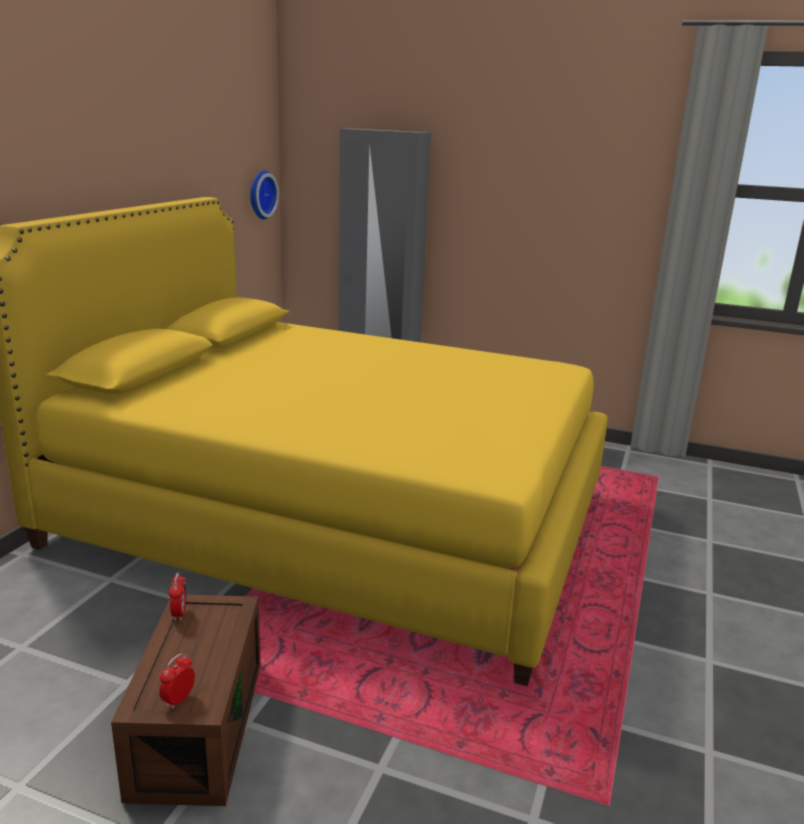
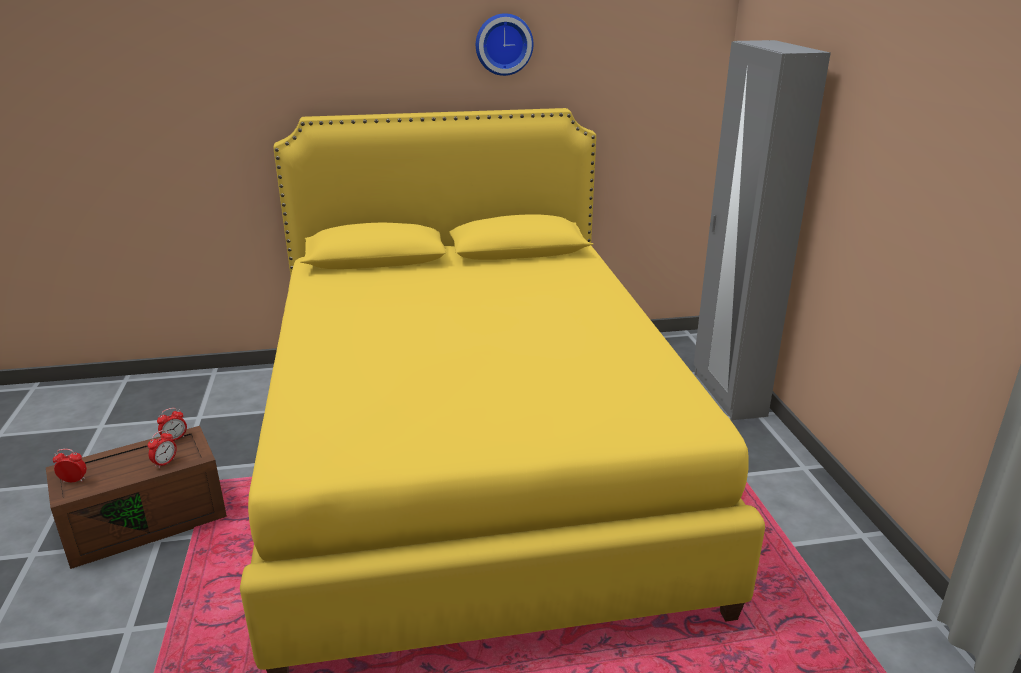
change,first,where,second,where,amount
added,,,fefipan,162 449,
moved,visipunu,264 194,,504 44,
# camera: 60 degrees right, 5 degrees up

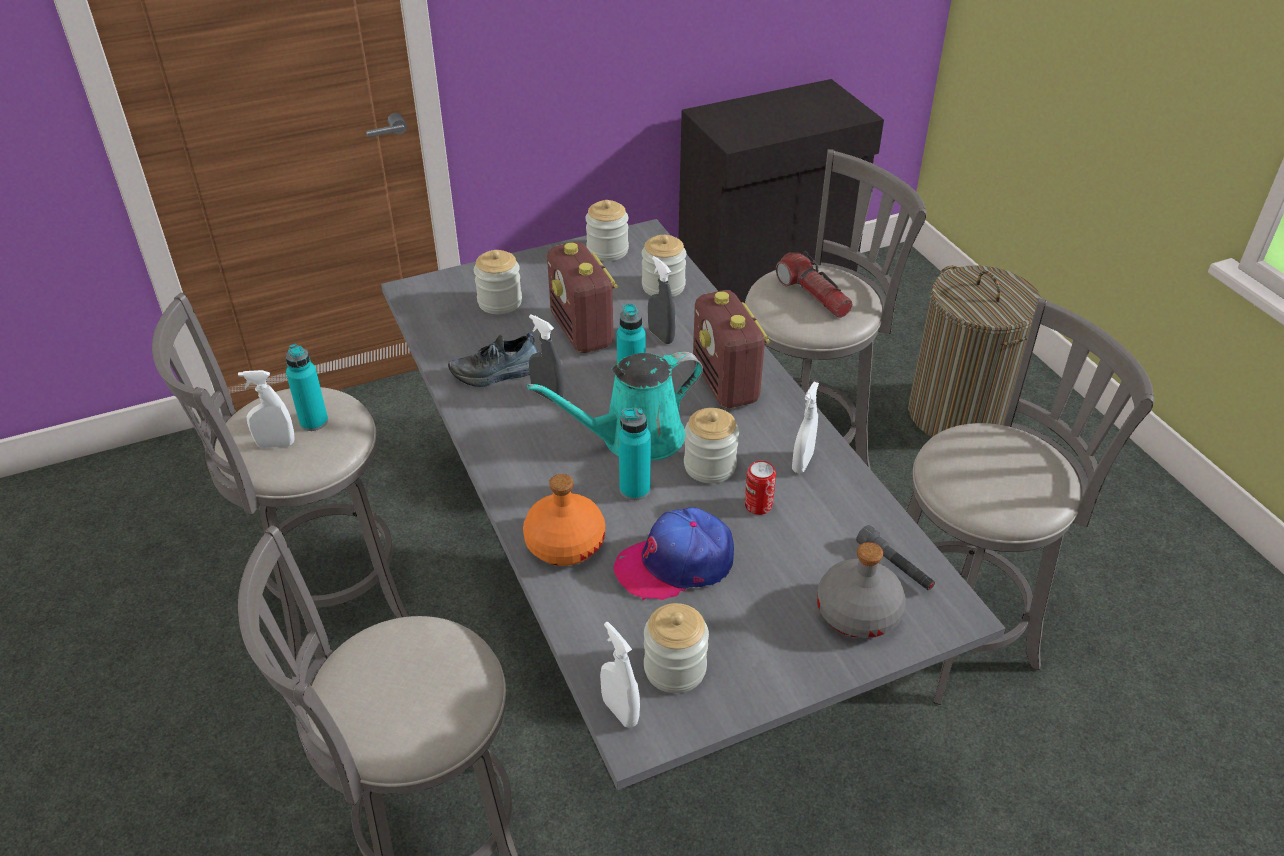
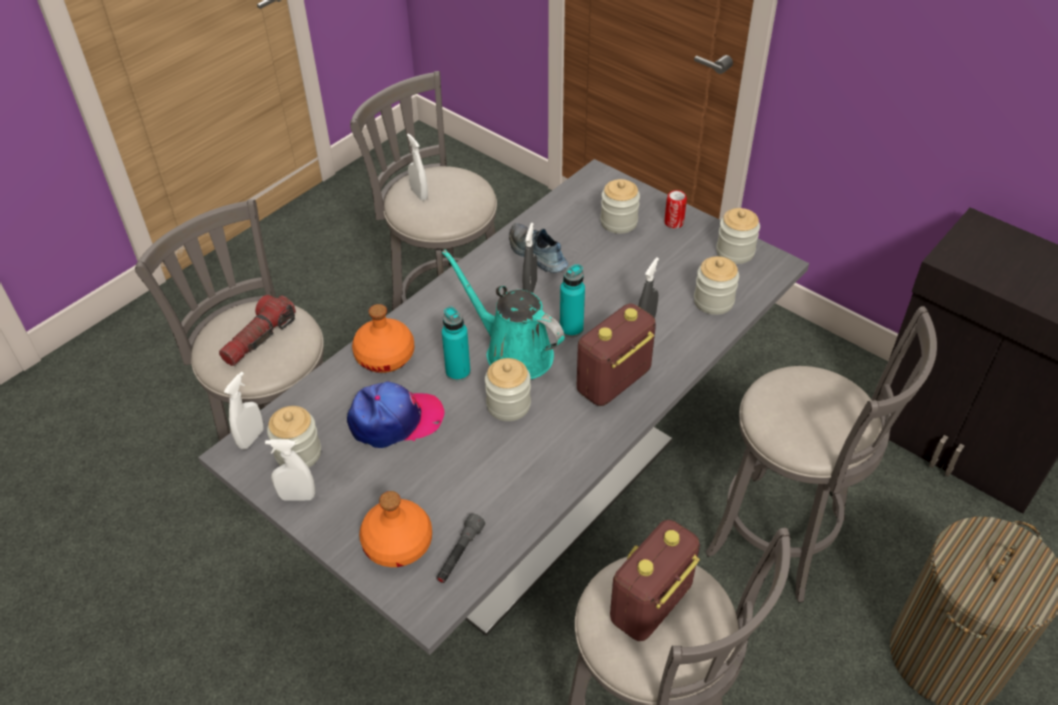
change,first,where,second,where,amount
removed,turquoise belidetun,306 387,,,
moved,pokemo,582 297,,655 580,
moved,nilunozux,760 488,,675 209,
moved,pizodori,814 284,,257 330,
moved,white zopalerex,805 427,,290 470,
recoloured,grey belidetun,861 590,orange belidetun,395 529,
turned,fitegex,673 553,,395 414,120 degrees clockwise
# camera: 65 degrees right, 5 degrees up

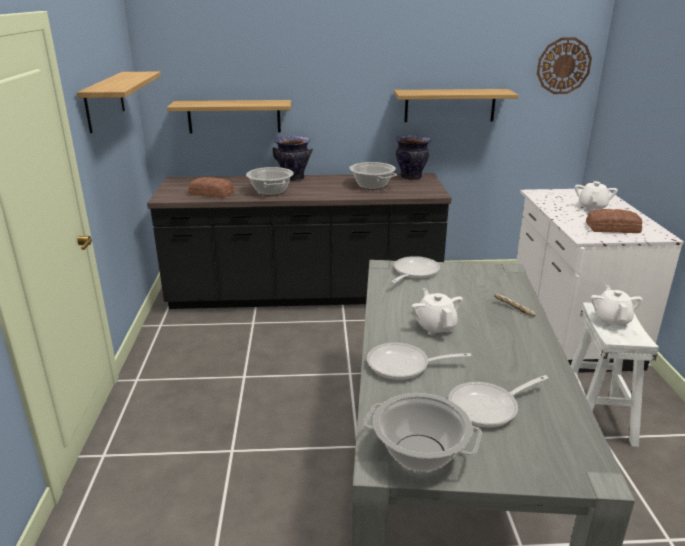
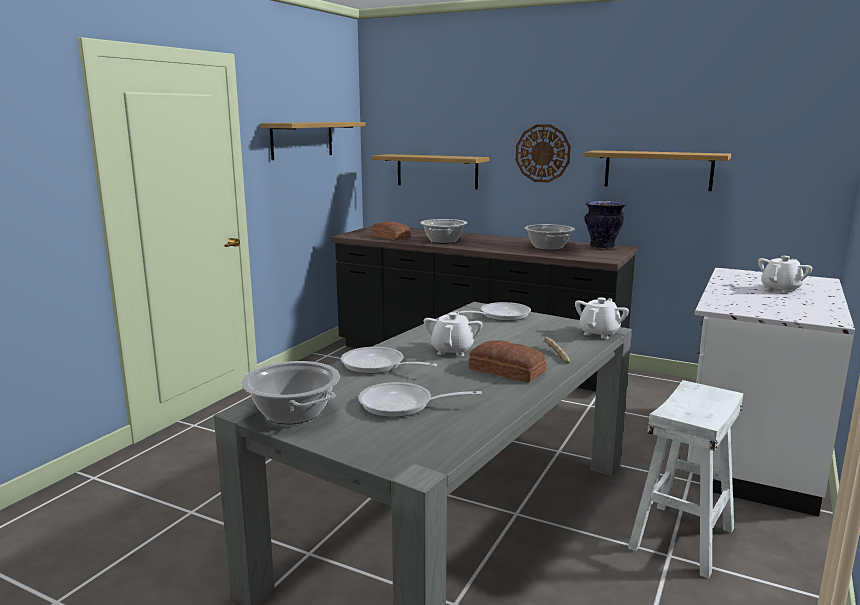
change,first,where,second,where,amount
removed,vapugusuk,292 158,,,
moved,visipunu,564 66,,543 153,
moved,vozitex,614 221,,507 361,
moved,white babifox,617 306,,602 318,
# camera: 30 degrees right, 10 degrees down

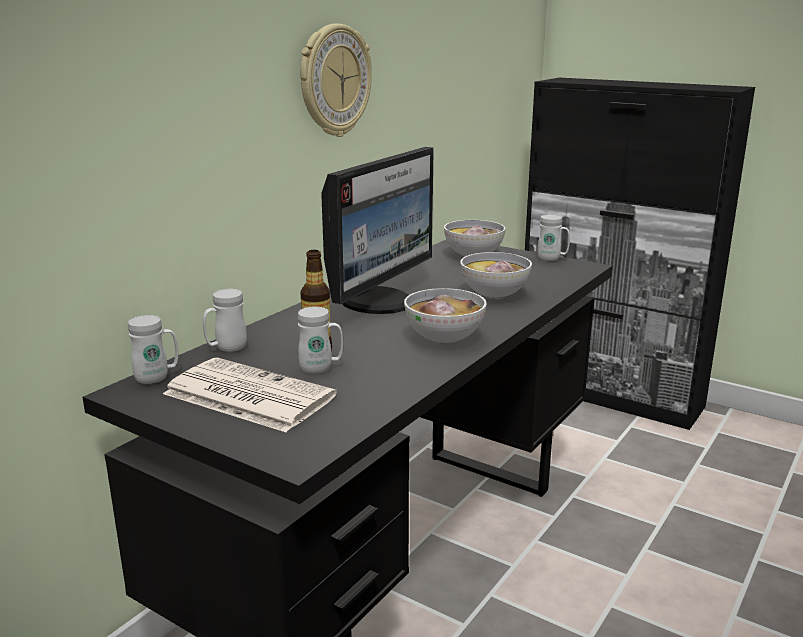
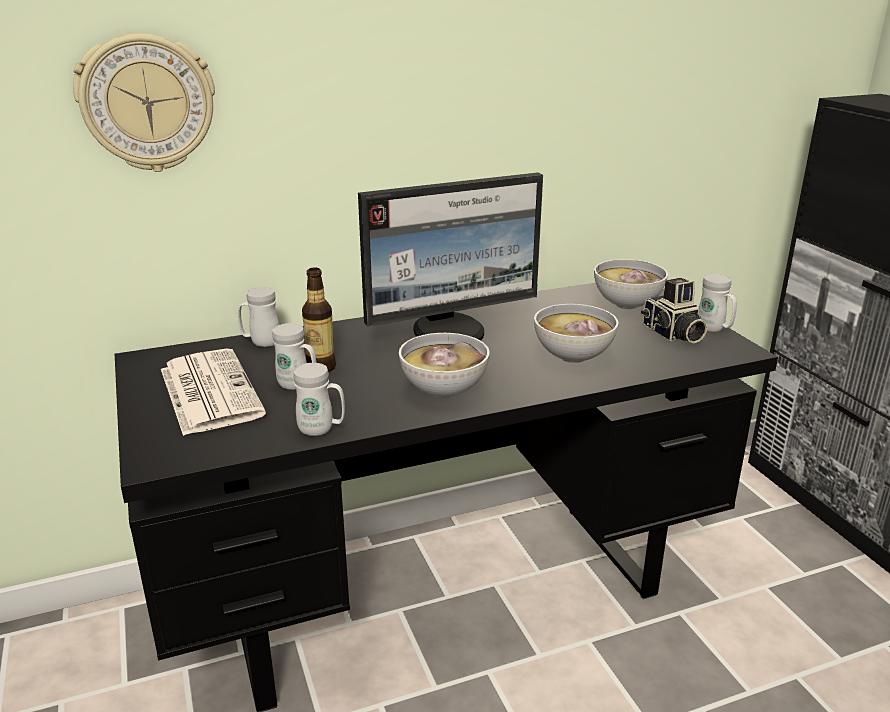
change,first,where,second,where,amount
added,,,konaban,674 311,
moved,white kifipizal,153 349,,319 399,
moved,visipunu,336 80,,144 102,
# camera: 35 degrees right, 5 degrees up

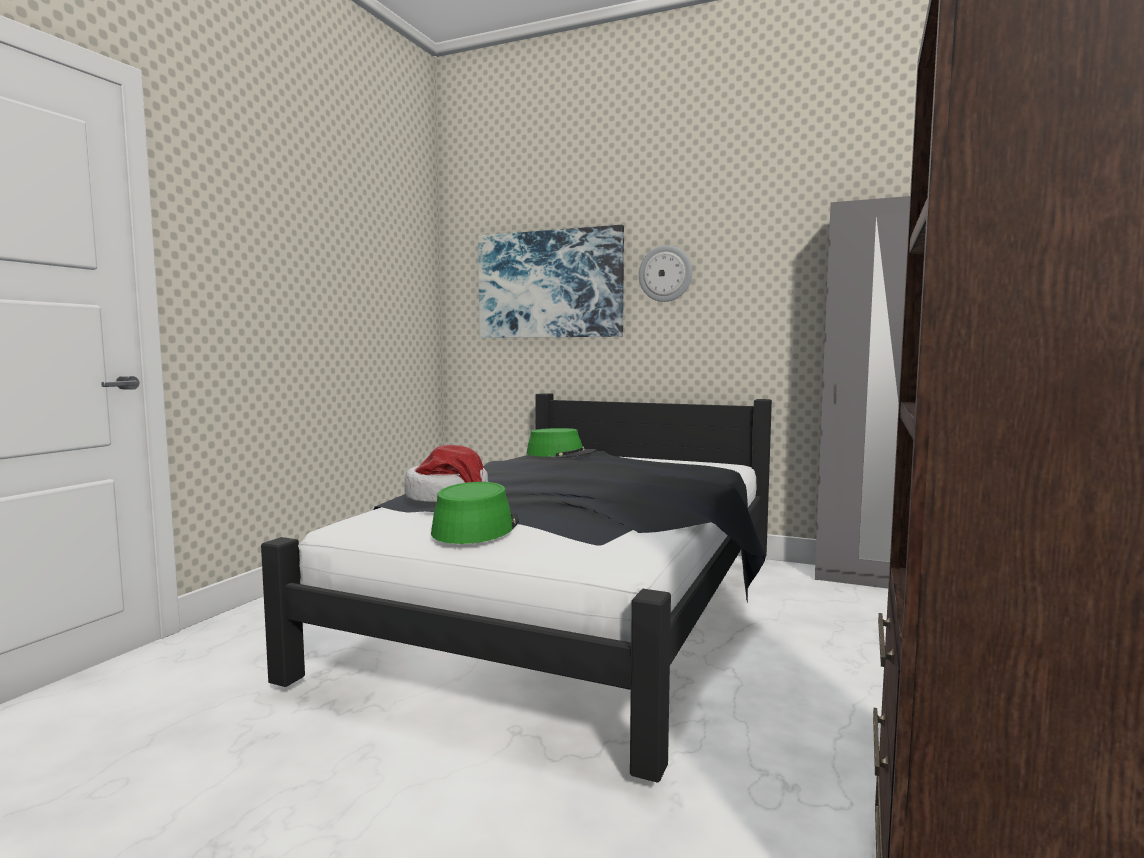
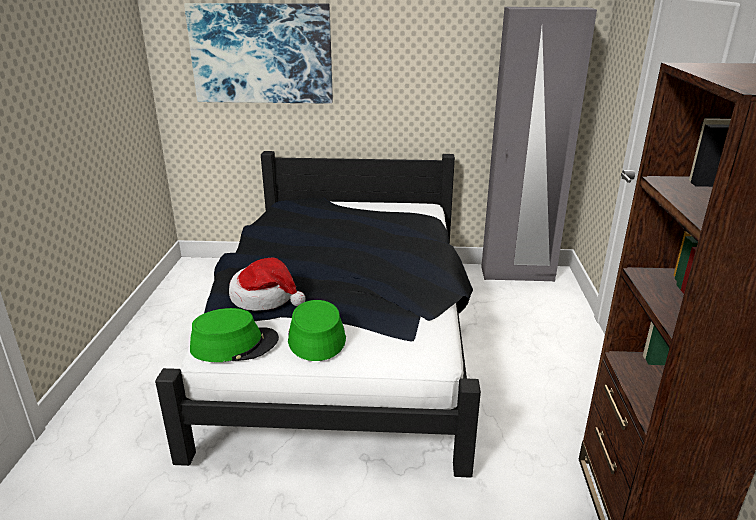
change,first,where,second,where,amount
removed,visipunu,665 273,,,
moved,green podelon,561 443,,234 335,
# camera: 20 degrees left, 20 degrees up

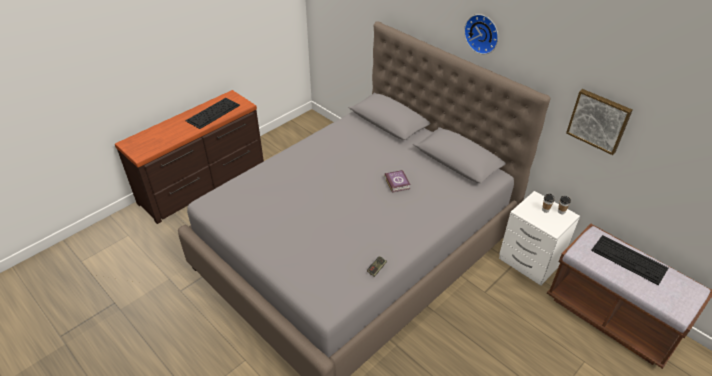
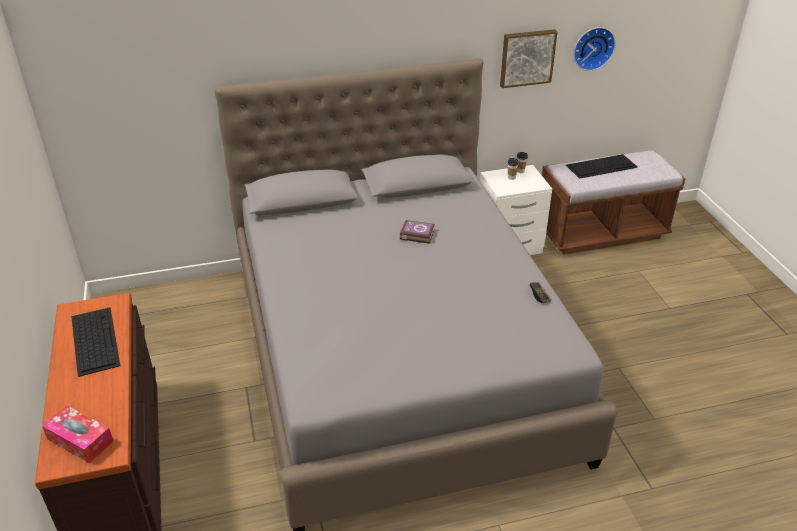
change,first,where,second,where,amount
added,,,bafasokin,78 434,
moved,visipunu,481 34,,595 49,
# camera: 60 degrees left, 5 degrees down

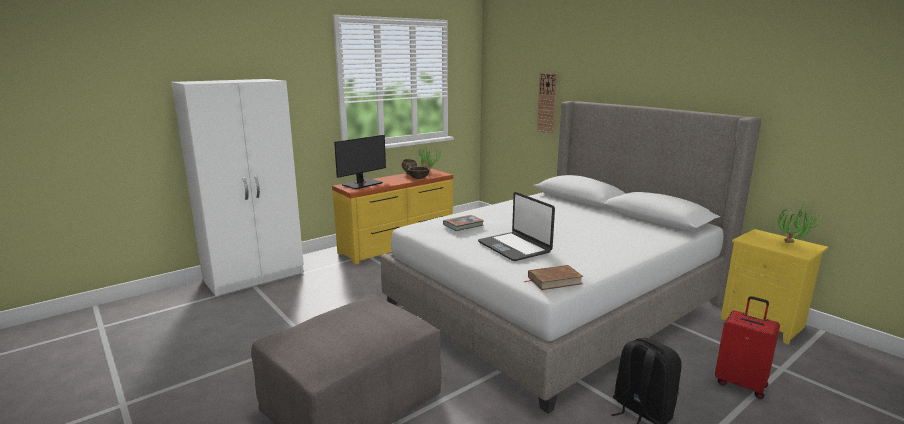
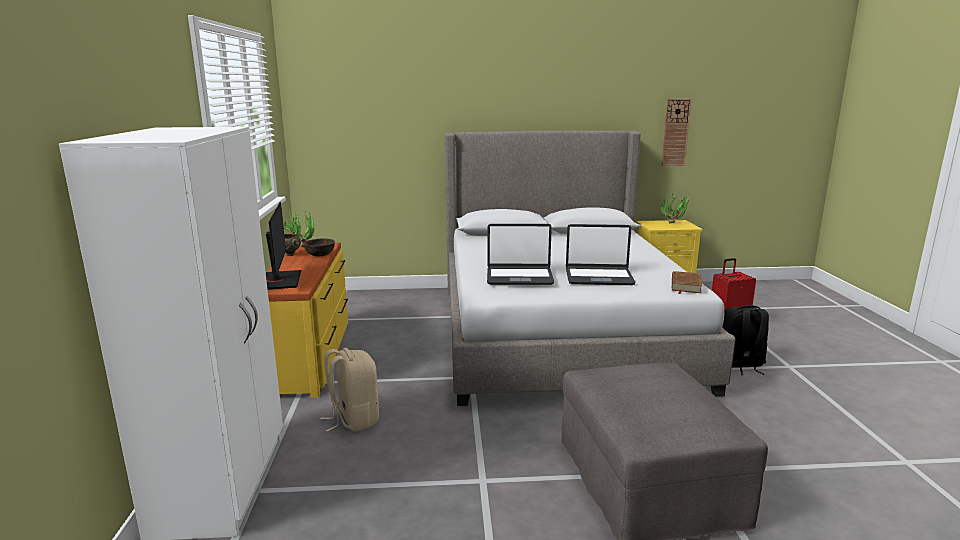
change,first,where,second,where,amount
added,,,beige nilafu,349 390,
moved,visipunu,547 103,,676 132,
replaced,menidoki,463 223,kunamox,520 254,
# camera: 55 degrees left, 0 degrees up

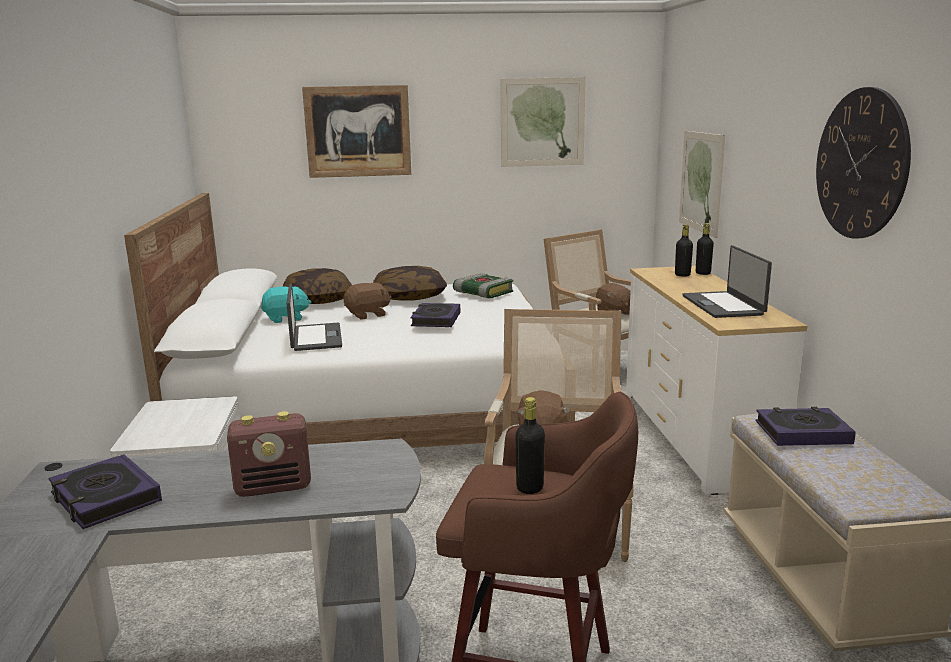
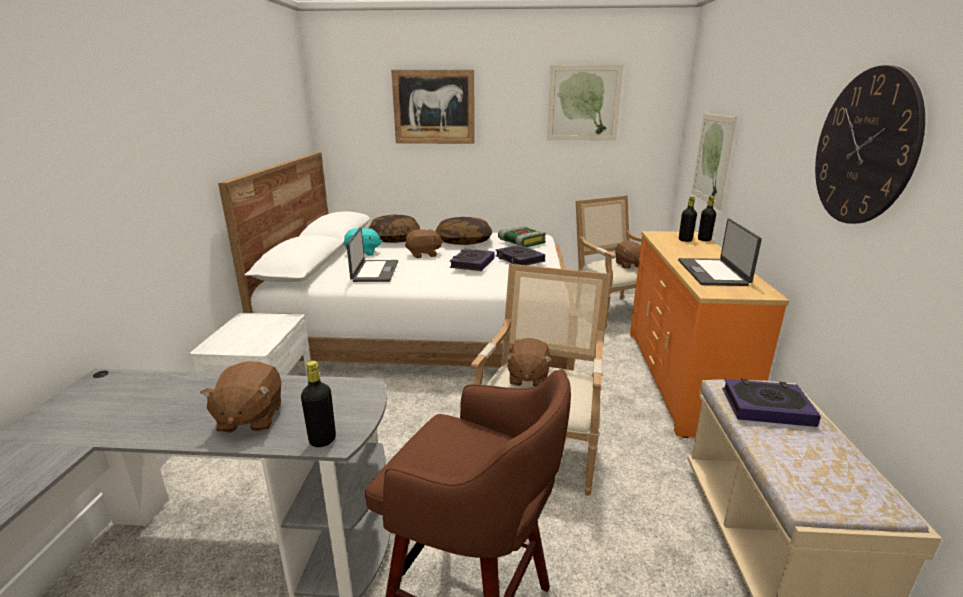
change,first,where,second,where,amount
moved,menidoki,105 491,,520 255,
moved,black belidetun,530 445,,318 404,
replaced,pokemo,269 454,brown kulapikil,240 397,
recoloured,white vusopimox,716 380,orange vusopimox,709 334,
# camera: 10 degrees right, 5 degrees up

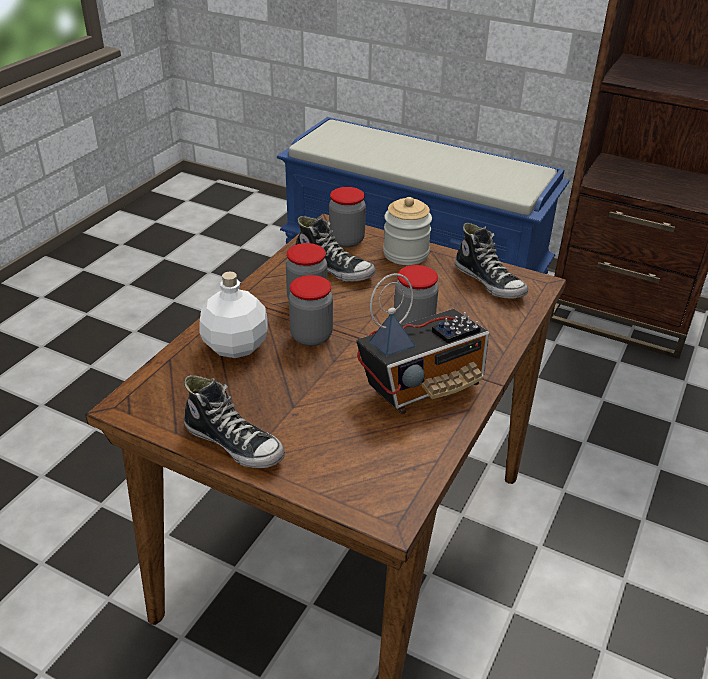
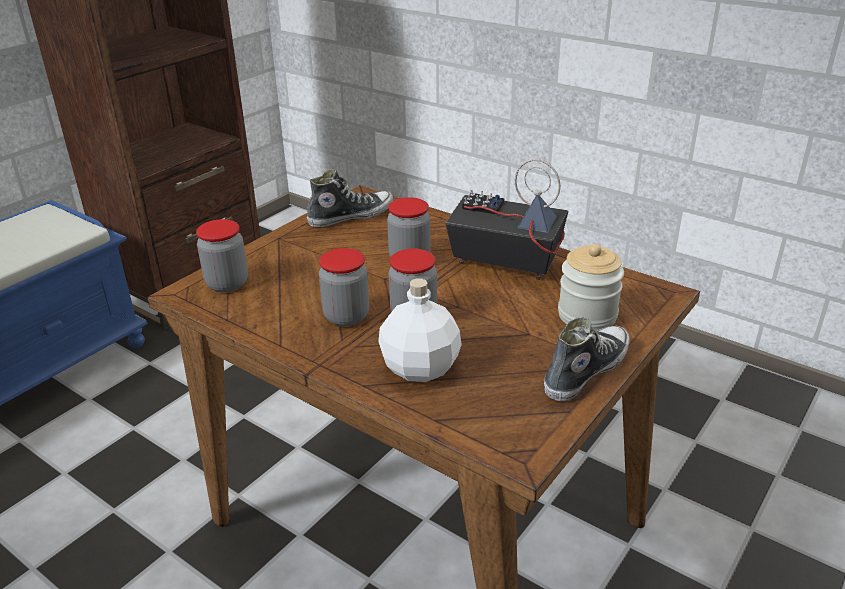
change,first,where,second,where,amount
removed,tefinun,336 249,,,
moved,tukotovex,407 231,,591 287,
turned,pokemo,422 343,,506 219,45 degrees counterclockwise
# camera: 80 degrees left, 5 degrees down

